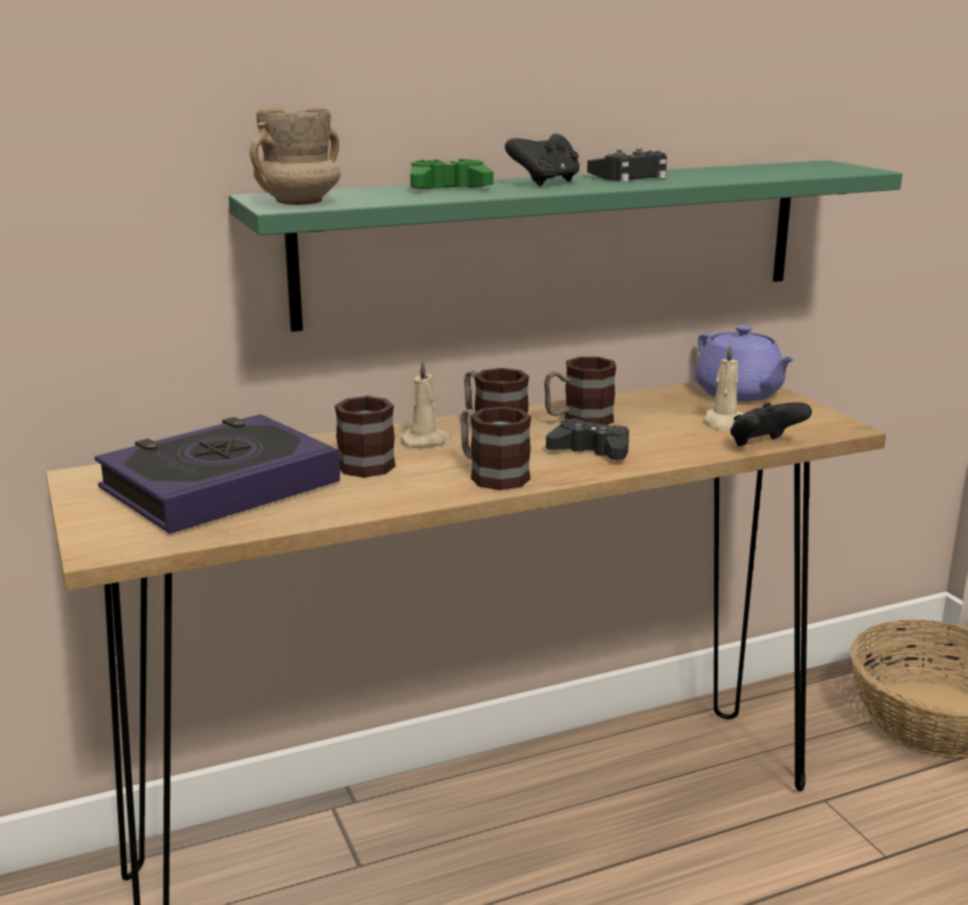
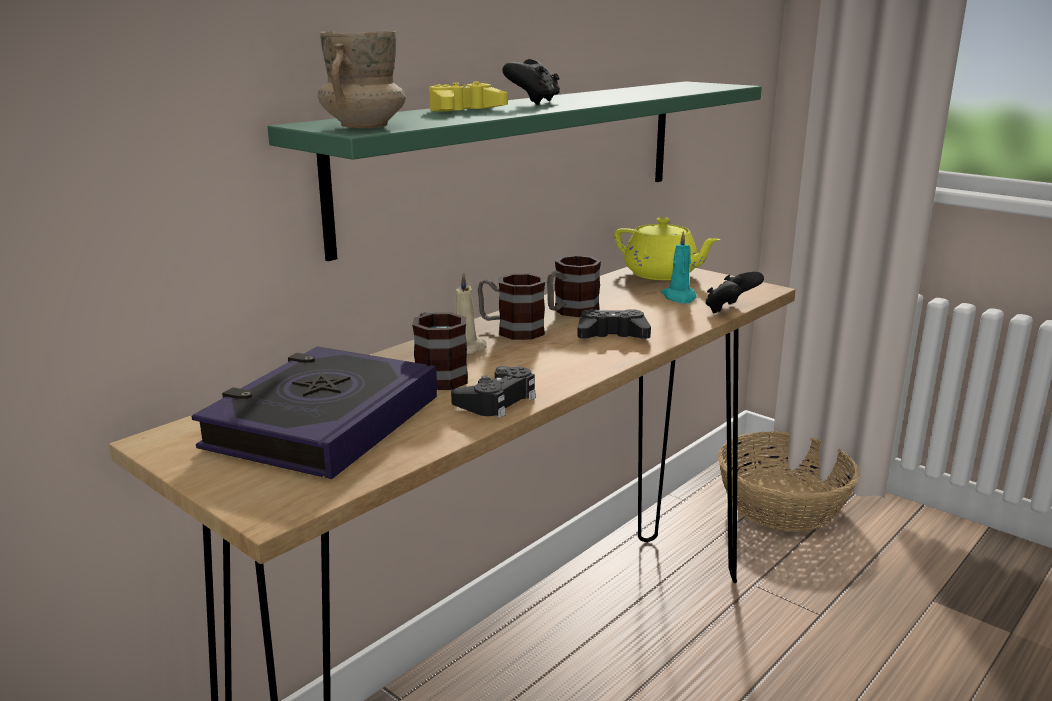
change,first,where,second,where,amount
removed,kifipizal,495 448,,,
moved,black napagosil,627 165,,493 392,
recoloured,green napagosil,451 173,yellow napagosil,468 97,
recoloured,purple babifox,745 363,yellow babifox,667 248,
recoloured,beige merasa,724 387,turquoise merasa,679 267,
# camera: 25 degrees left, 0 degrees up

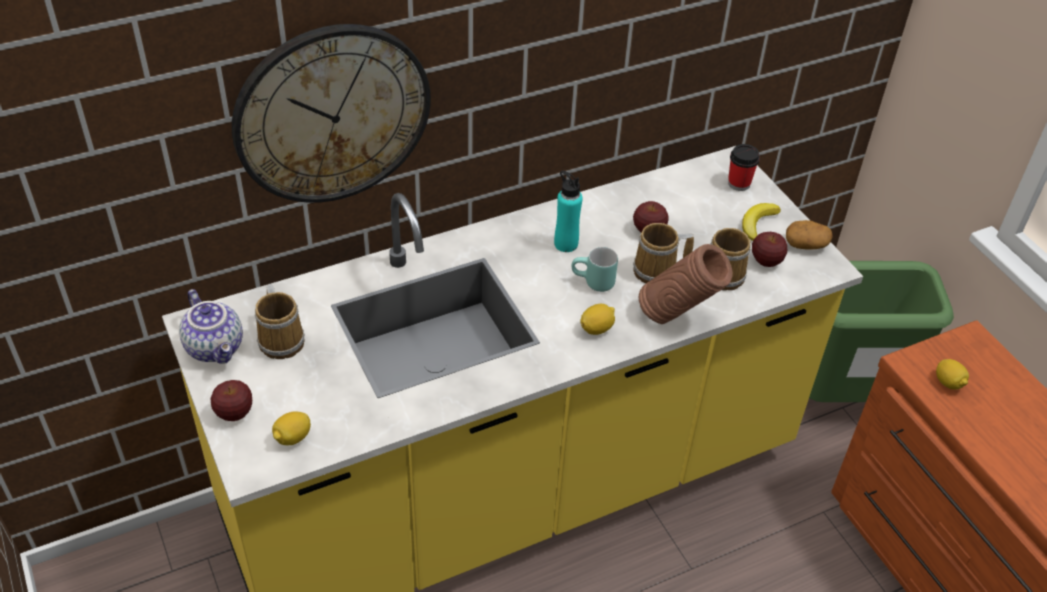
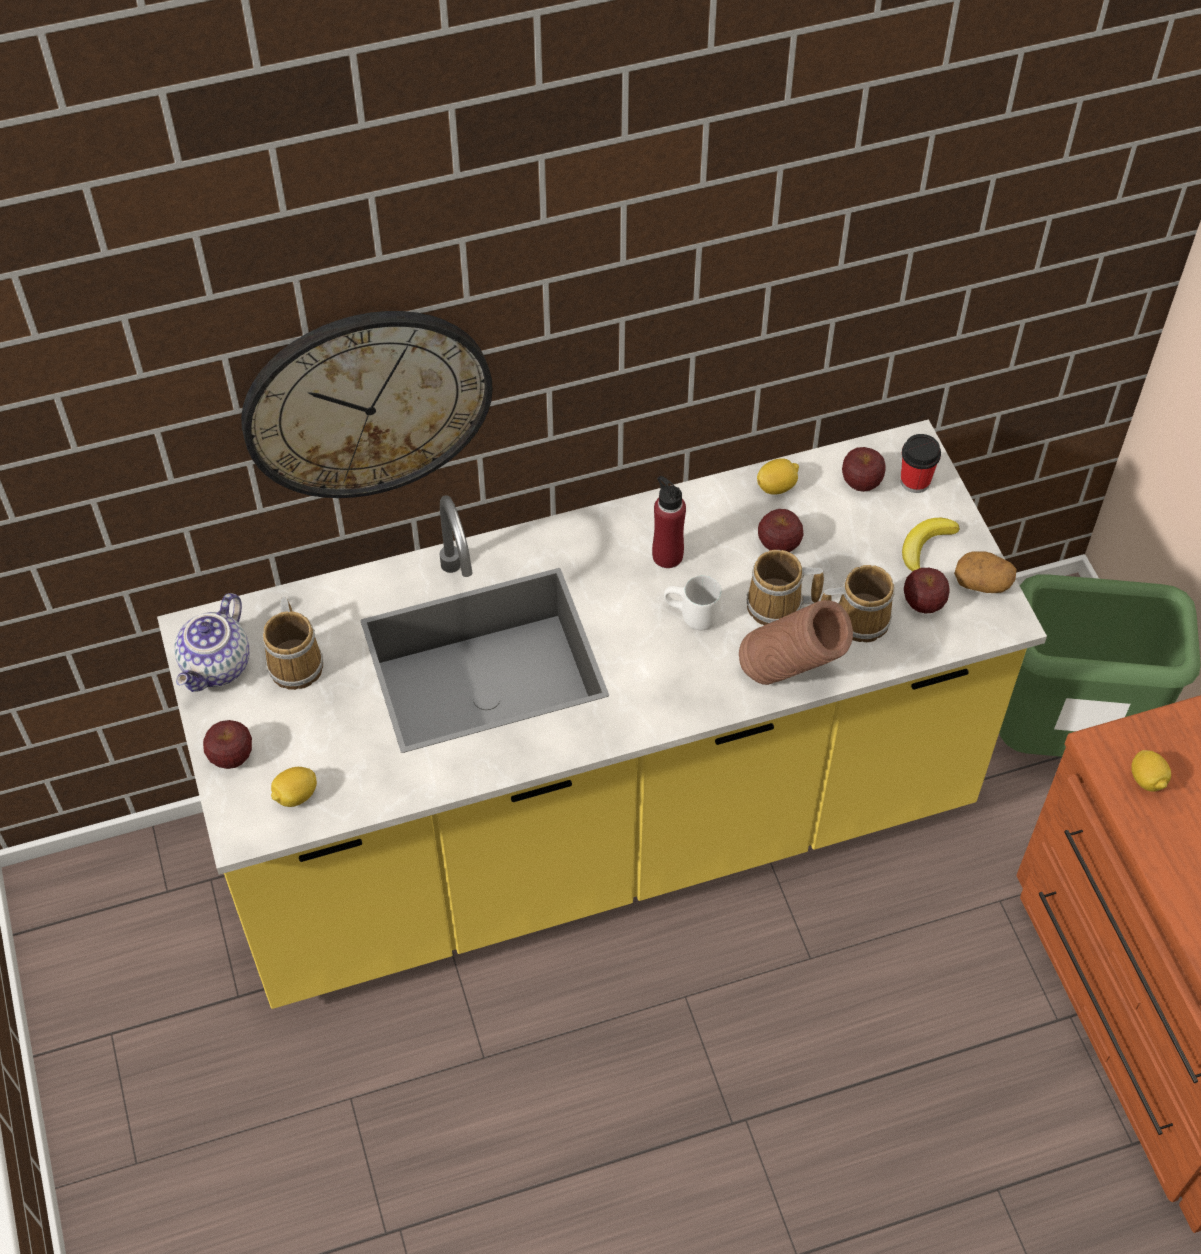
change,first,where,second,where,amount
added,,,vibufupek,864 469,
moved,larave,597 319,,778 476,
recoloured,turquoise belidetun,568 211,red belidetun,669 522,
recoloured,turquoise kifipizal,595 269,white kifipizal,693 603,
turned,babifox,211 326,,212 642,45 degrees clockwise
# camera: 10 degrees right, 10 degrees up

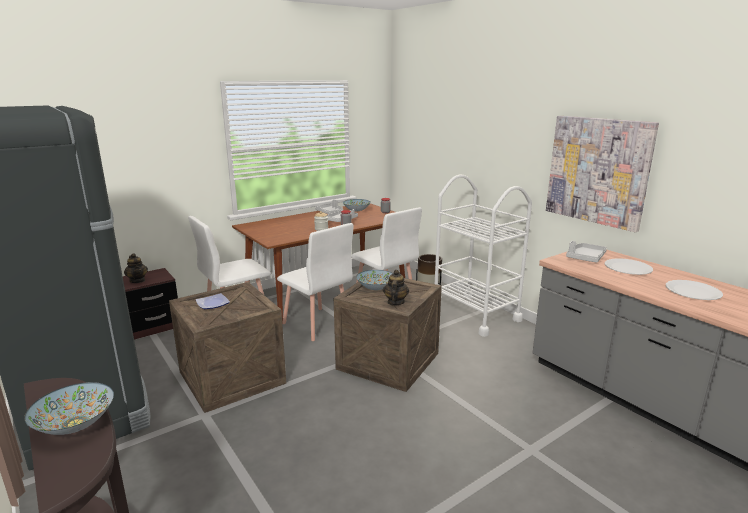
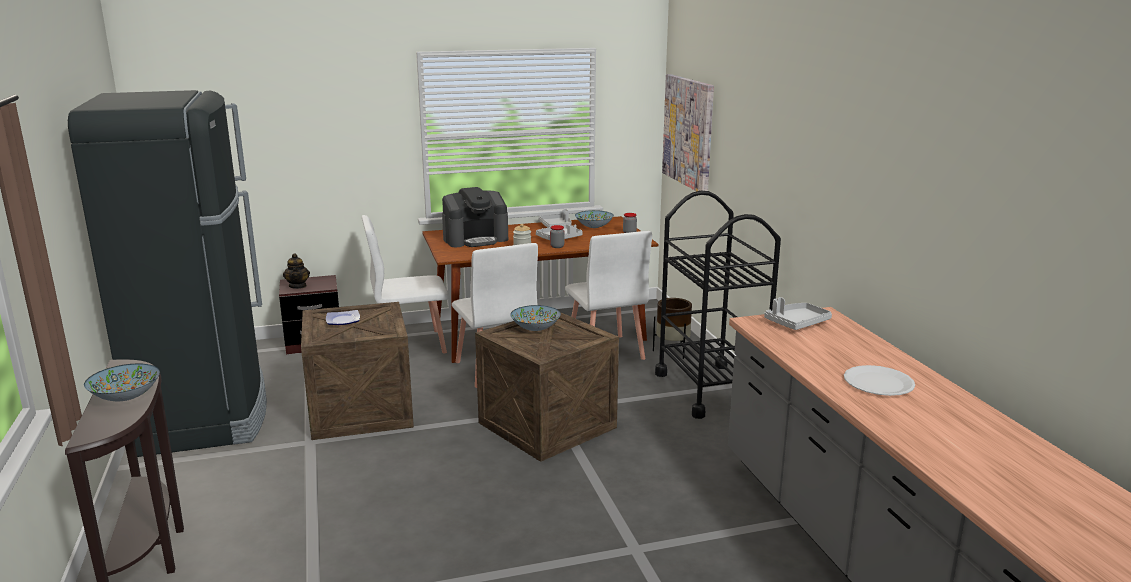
change,first,where,second,where,amount
removed,babifox,396 287,,,
removed,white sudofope,629 266,,,
added,,,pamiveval,475 217,
moved,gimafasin,602 174,,688 132,
recoloured,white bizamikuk,483 256,black bizamikuk,718 305,
# camera: 20 degrees right, 0 degrees up

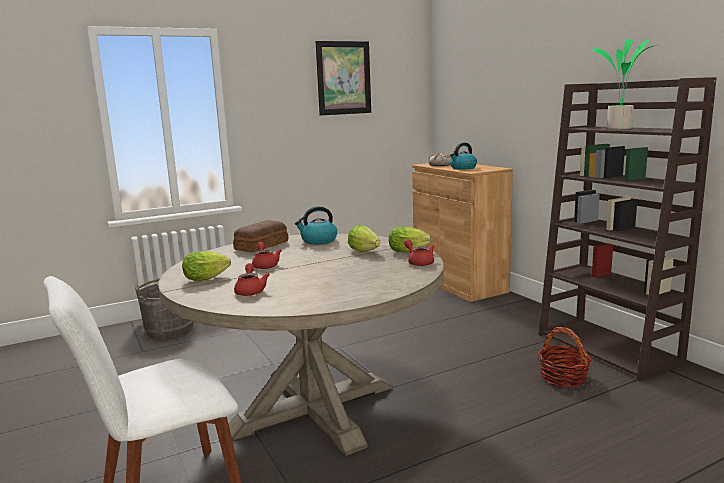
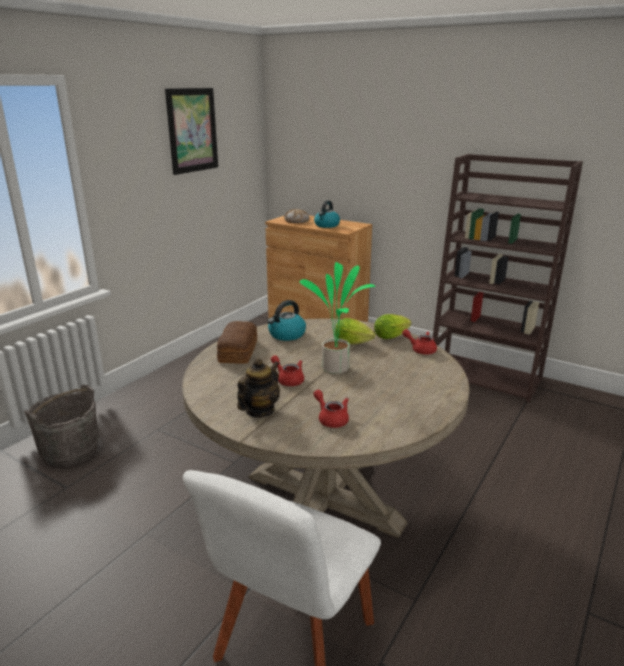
change,first,where,second,where,amount
removed,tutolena,565 357,,,
moved,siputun,625 84,,337 318,
replaced,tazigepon,206 266,babifox,258 387,
# camera: 30 degrees left, 10 degrees up

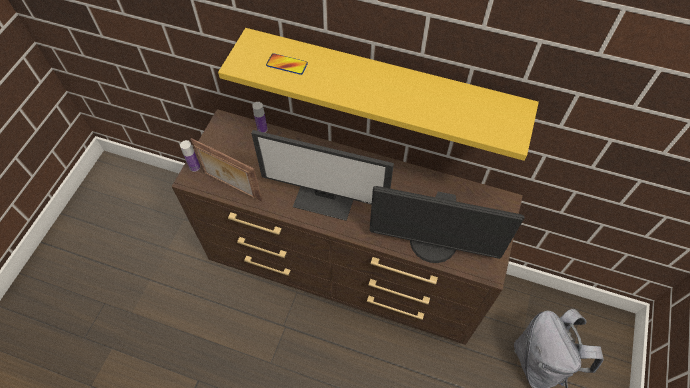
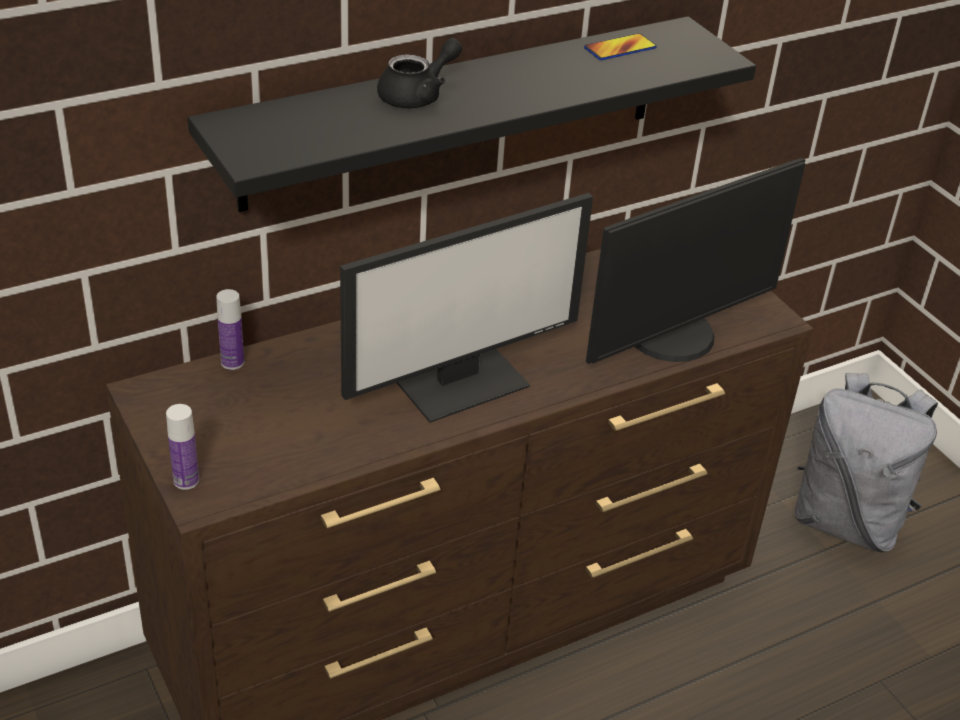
change,first,where,second,where,amount
removed,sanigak,226 169,,,
added,,,black babifox,419 73,
moved,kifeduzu,287 64,,620 46,
recoloured,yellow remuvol,378 94,black remuvol,471 114,
# camera: 50 degrees left, 20 degrees down

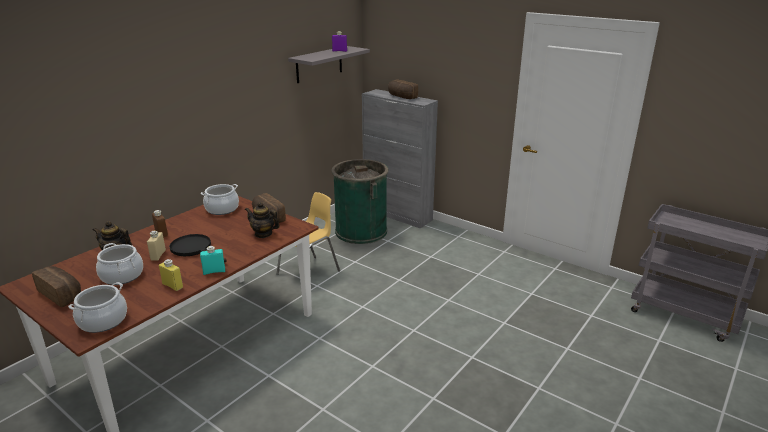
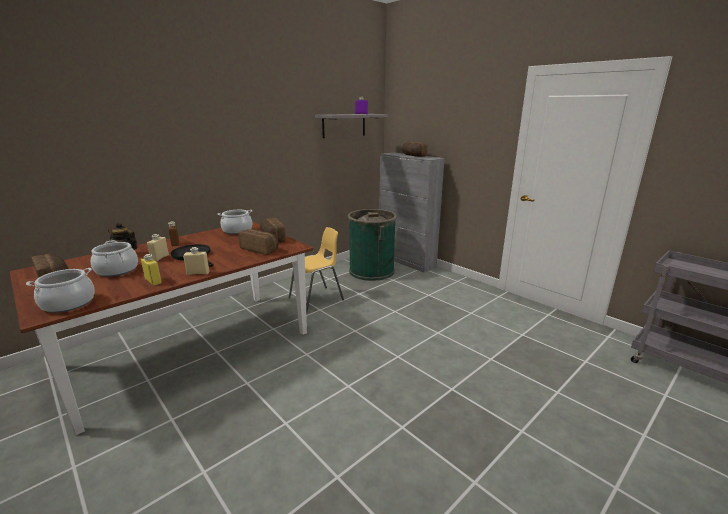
change,first,where,second,where,amount
replaced,babifox,262 220,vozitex,258 242,
recoloured,turquoise belidetun,212 260,beige belidetun,196 261,
# camera: 10 degrees right, 5 degrees down

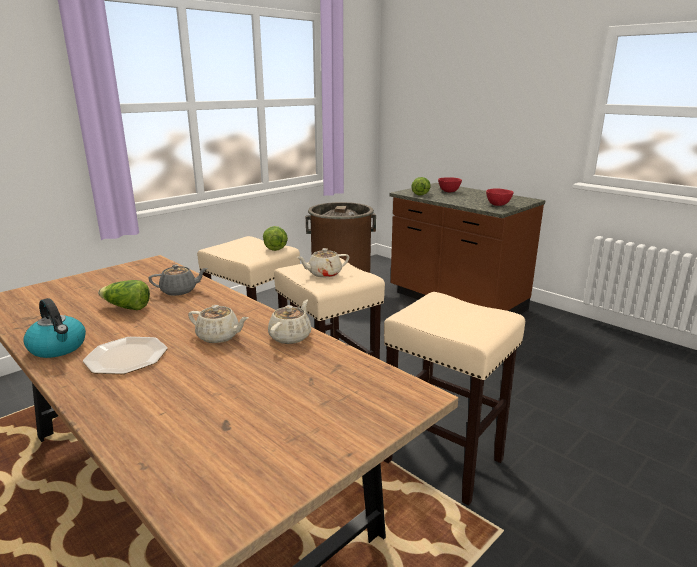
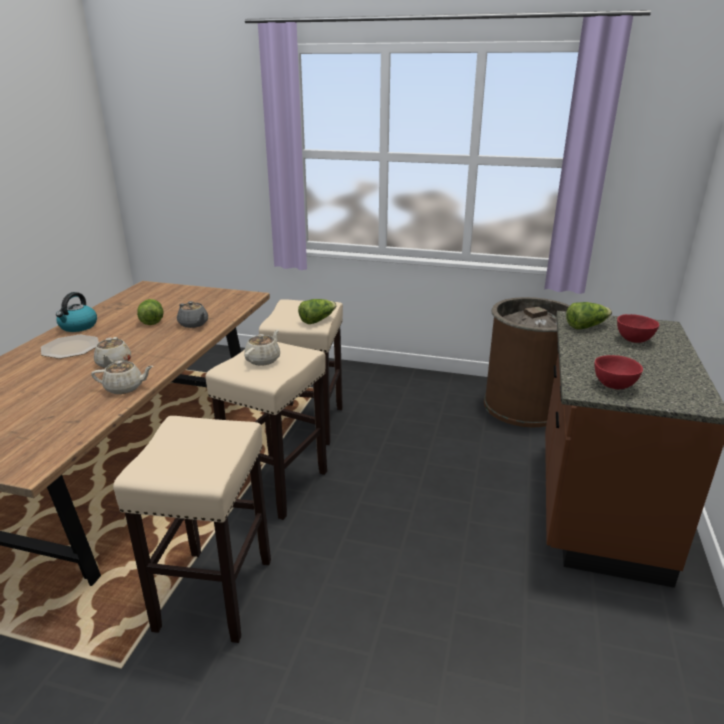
change,first,where,second,where,amount
turned,beige babifox,323 263,,262 347,75 degrees clockwise
# camera: 60 degrees right, 5 degrees up

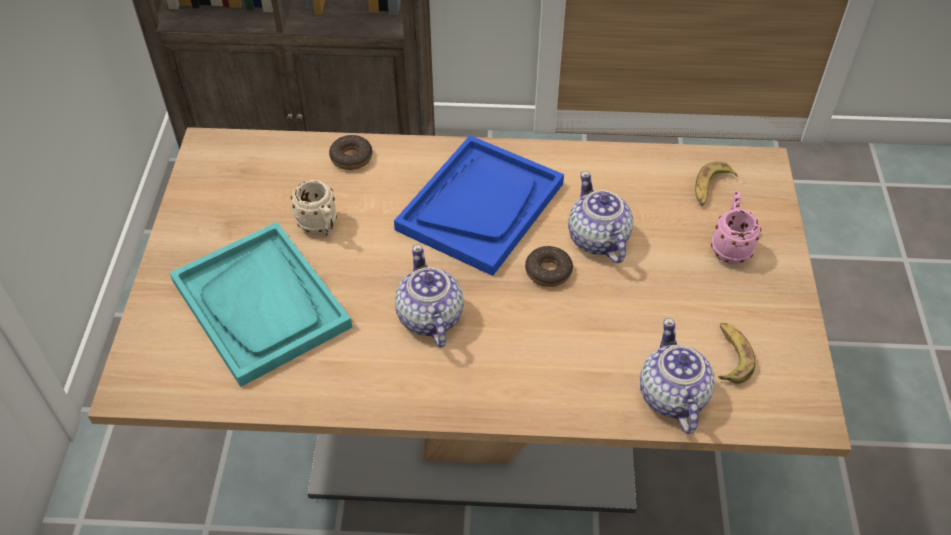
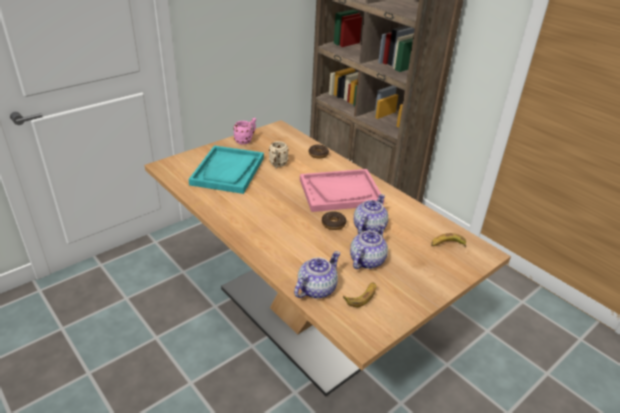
change,first,where,second,where,amount
moved,babifox,429 296,,369 246,
moved,pink kifipizal,736 228,,244 131,
recoloured,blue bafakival,479 205,pink bafakival,342 190,
# camera: 45 degrees right, 15 degrees down

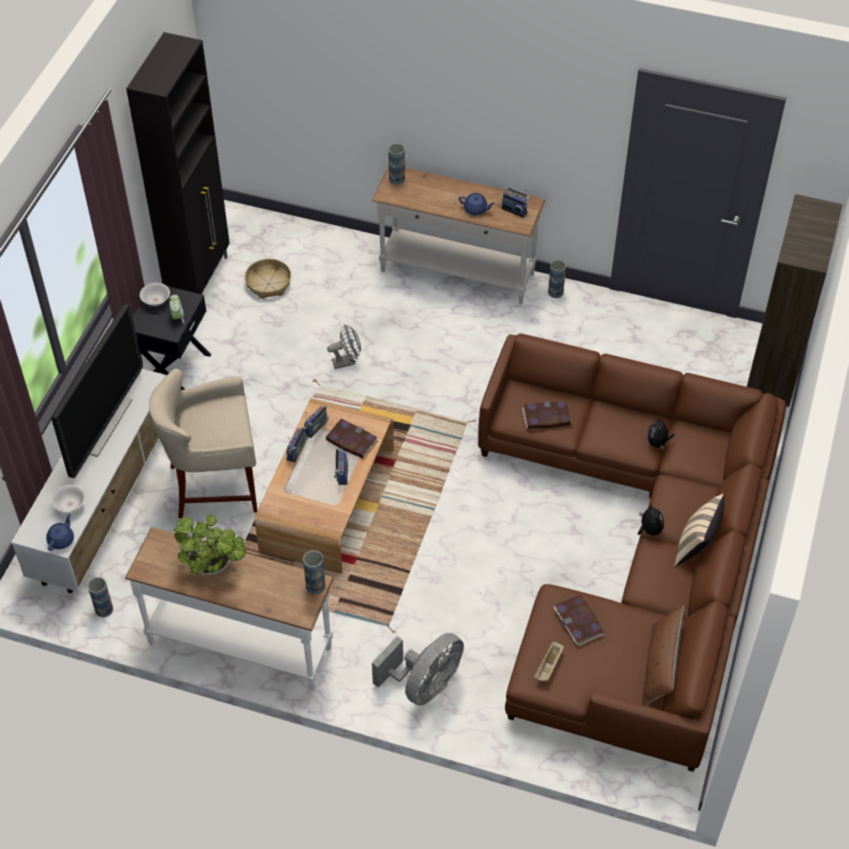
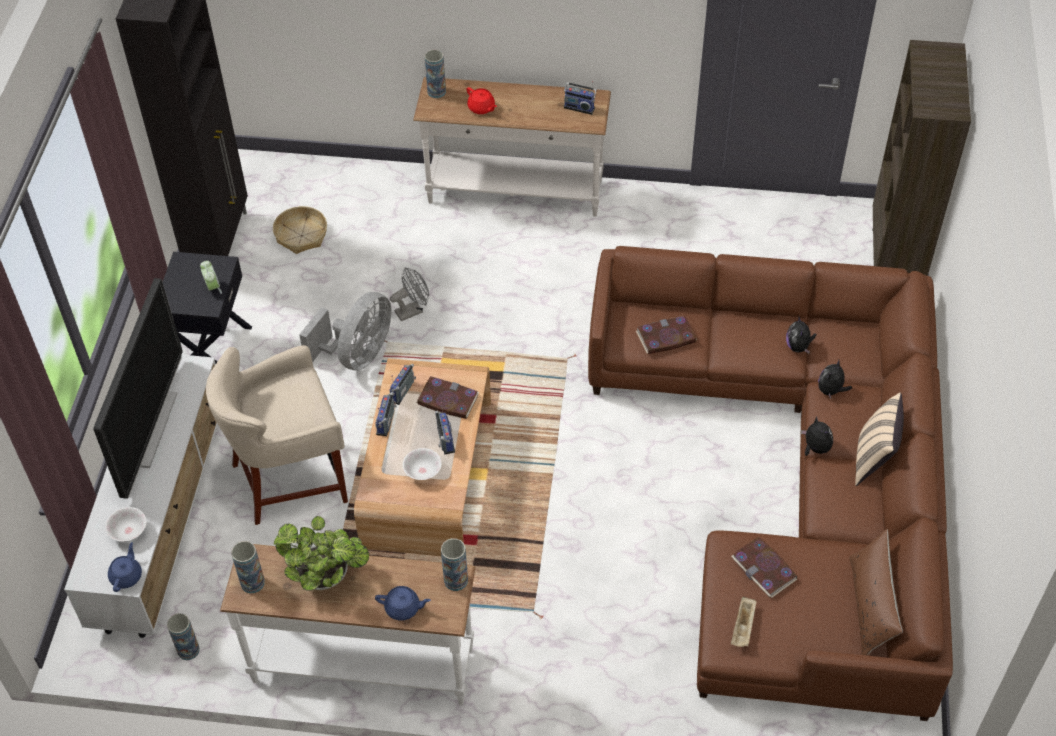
change,first,where,second,where,amount
added,,,red babifox,482 100,
added,,,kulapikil,835 379,
moved,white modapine,155 294,,422 464,
moved,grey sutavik,418 669,,345 331,
moved,blue babifox,477 204,,403 603,
moved,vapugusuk,557 279,,248 567,
# camera: 10 degrees left, 0 degrees up

